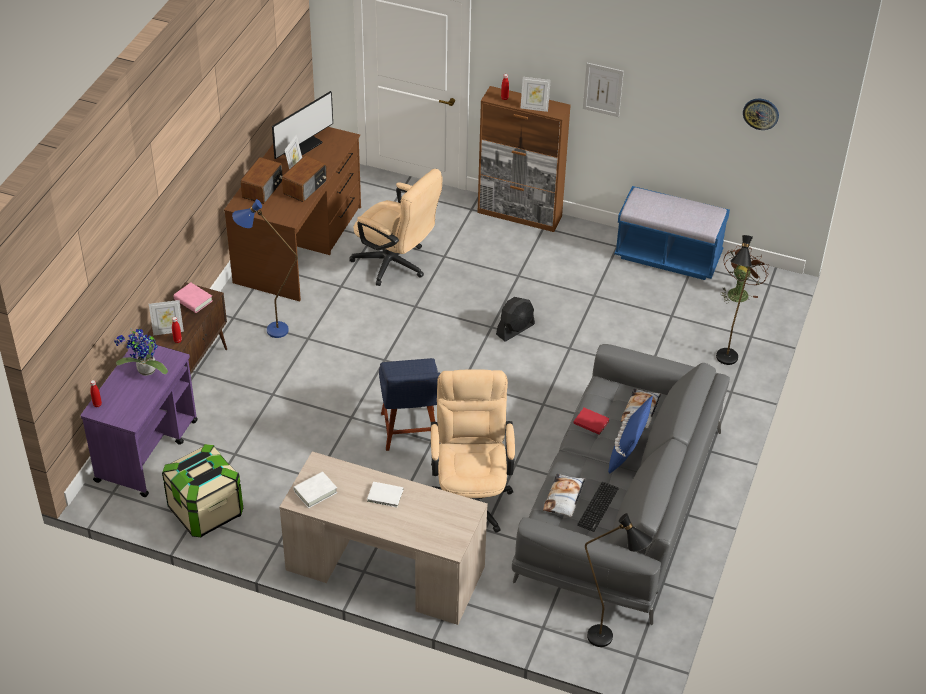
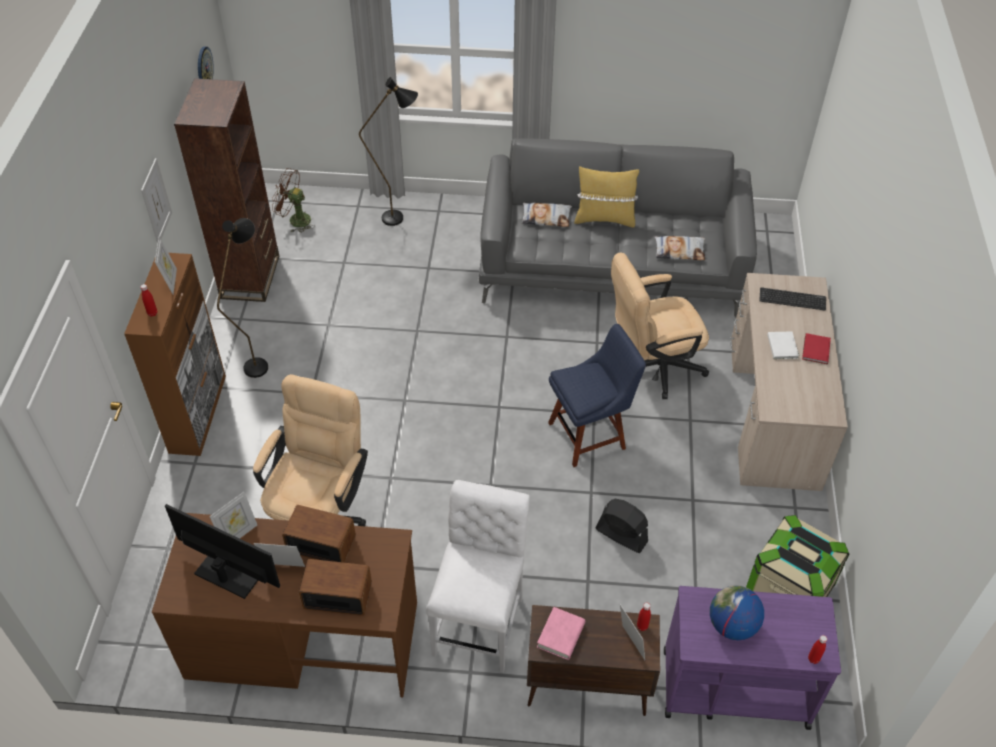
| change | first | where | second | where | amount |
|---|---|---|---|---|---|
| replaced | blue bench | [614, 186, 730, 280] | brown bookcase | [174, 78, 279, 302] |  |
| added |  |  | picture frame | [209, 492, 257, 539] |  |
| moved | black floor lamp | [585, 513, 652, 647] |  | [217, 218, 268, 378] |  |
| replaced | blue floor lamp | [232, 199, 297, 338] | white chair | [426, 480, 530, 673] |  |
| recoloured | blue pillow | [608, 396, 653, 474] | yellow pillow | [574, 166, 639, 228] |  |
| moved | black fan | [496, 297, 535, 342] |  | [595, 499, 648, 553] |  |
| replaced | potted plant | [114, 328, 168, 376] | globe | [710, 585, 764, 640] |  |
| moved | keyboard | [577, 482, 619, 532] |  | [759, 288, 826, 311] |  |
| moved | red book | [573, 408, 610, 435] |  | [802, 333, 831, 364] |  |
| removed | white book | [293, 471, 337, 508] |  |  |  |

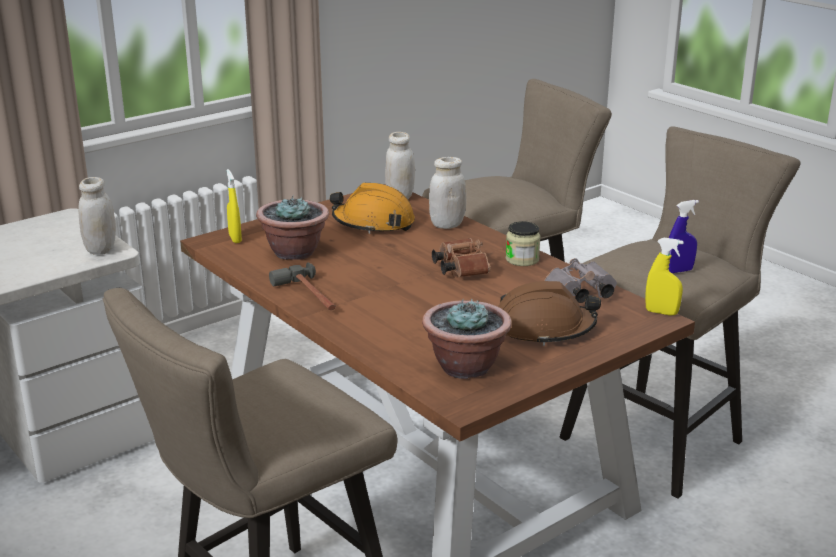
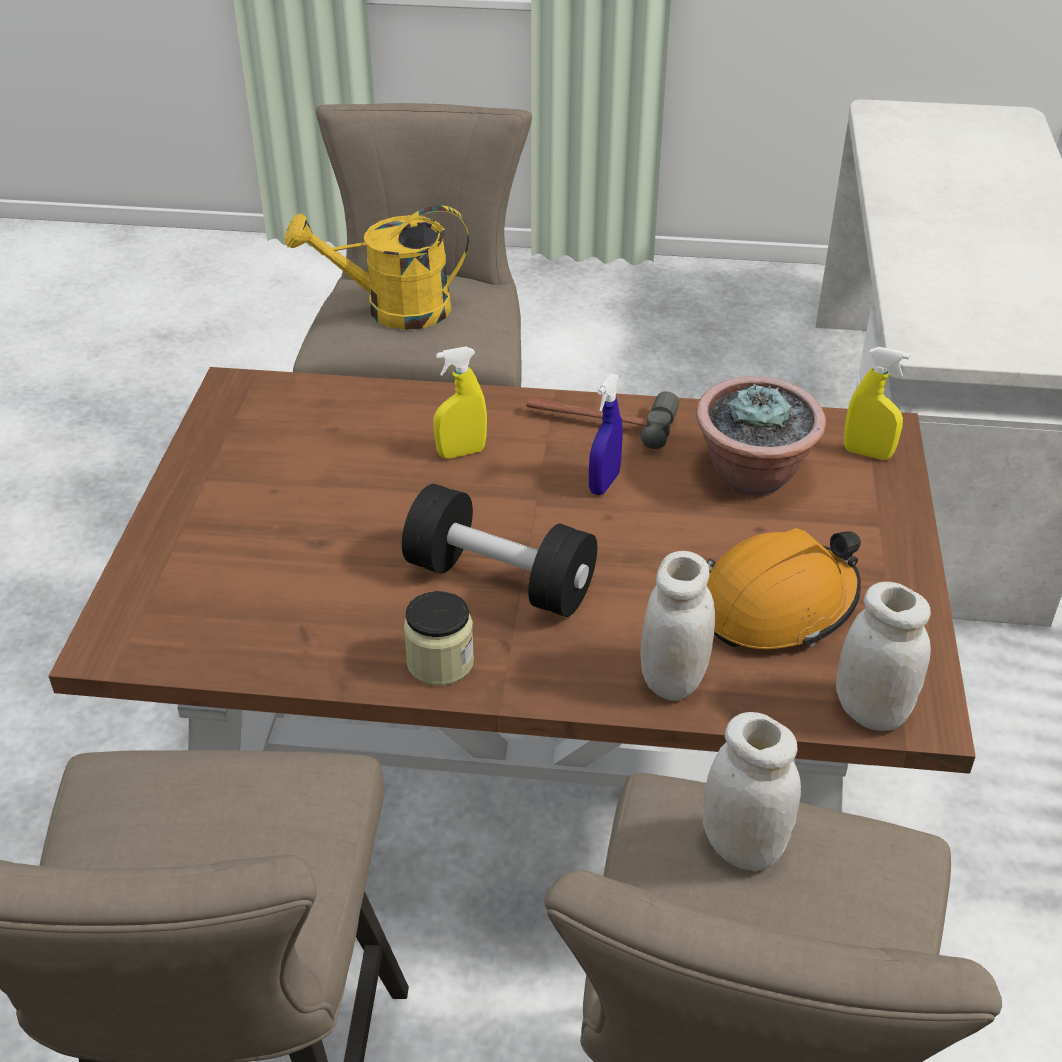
| change | first | where | second | where | amount |
|---|---|---|---|---|---|
| added |  |  | yellow watering can | [285, 205, 469, 330] |  |
| replaced | brown binoculars | [432, 238, 491, 278] | black dumbbell | [402, 484, 597, 617] |  |
| moved | yellow spray bottle | [645, 238, 684, 315] |  | [433, 346, 487, 459] |  |
| moved | blue spray bottle | [669, 200, 699, 273] |  | [589, 373, 623, 495] |  |
| moved | white jar | [78, 177, 116, 255] |  | [703, 712, 801, 871] |  |
| removed | potted plant | [422, 299, 512, 379] |  |  |  |
| removed | brown hard hat | [498, 281, 601, 346] |  |  |  |
| removed | grey binoculars | [544, 258, 617, 303] |  |  |  |

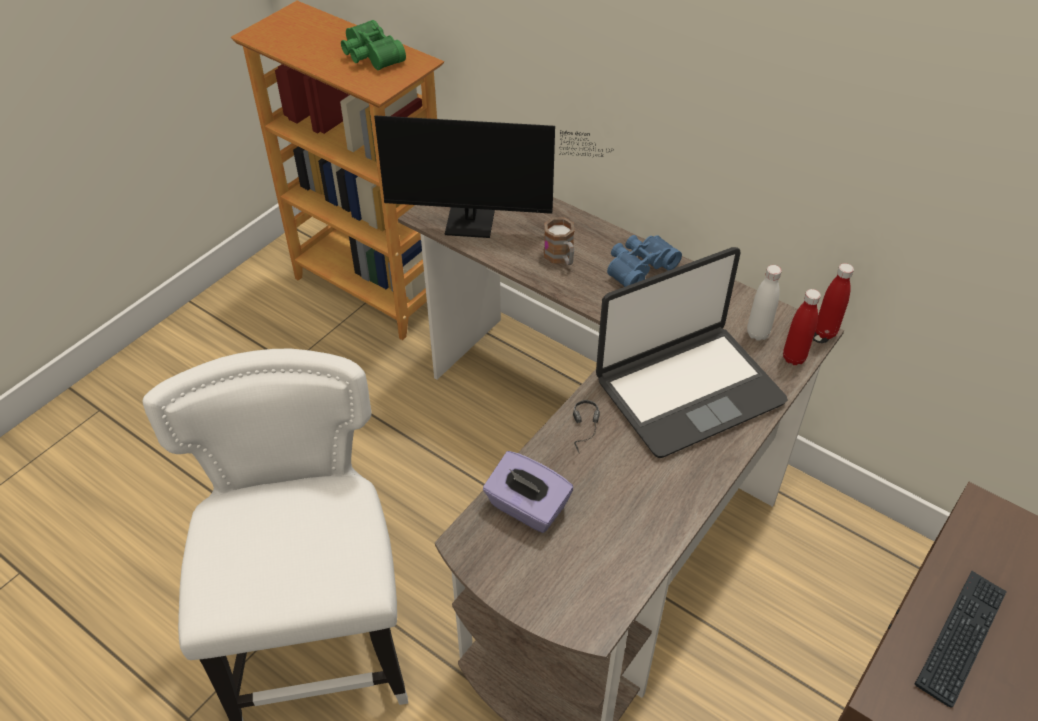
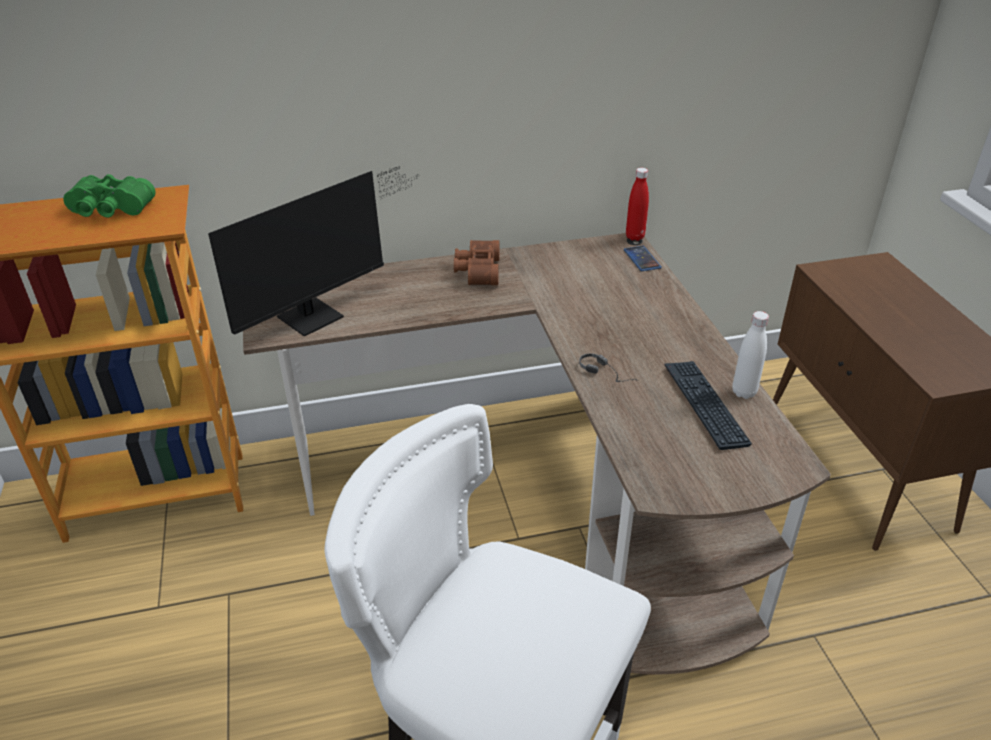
| change | first | where | second | where | amount |
|---|---|---|---|---|---|
| recoloured | blue binoculars | [607, 235, 682, 287] | brown binoculars | [454, 240, 500, 285] |  |
| replaced | red bottle | [783, 289, 821, 365] | phone | [624, 246, 662, 271] |  |
| moved | keyboard | [915, 570, 1007, 707] |  | [665, 361, 752, 450] |  |
| moved | white bottle | [747, 265, 782, 341] |  | [732, 311, 769, 399] |  |
| removed | purple tissue box | [483, 451, 573, 533] |  |  |  |
| removed | mug | [544, 217, 575, 265] |  |  |  |
| removed | laptop | [596, 247, 788, 458] |  |  |  |

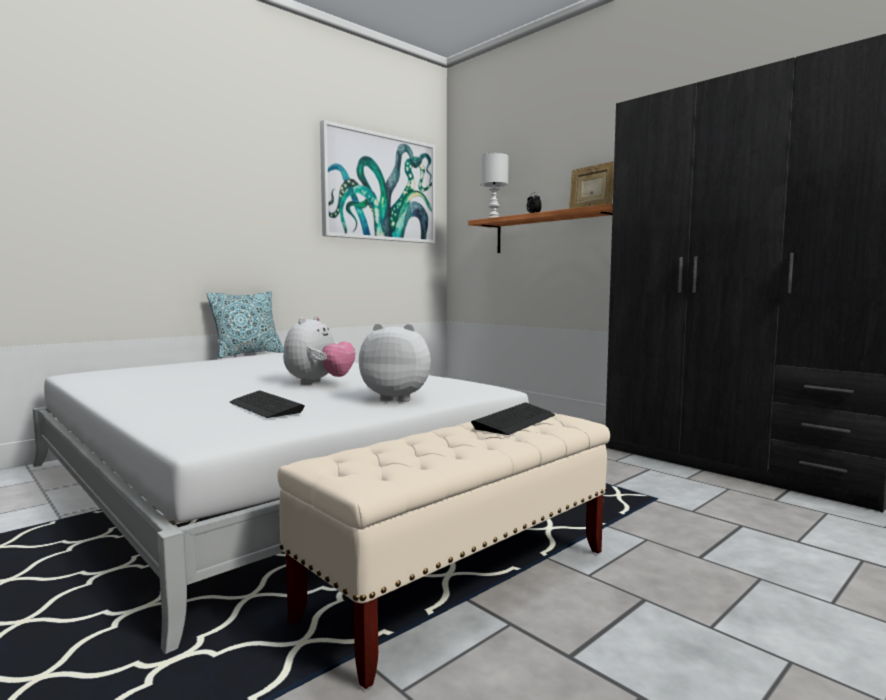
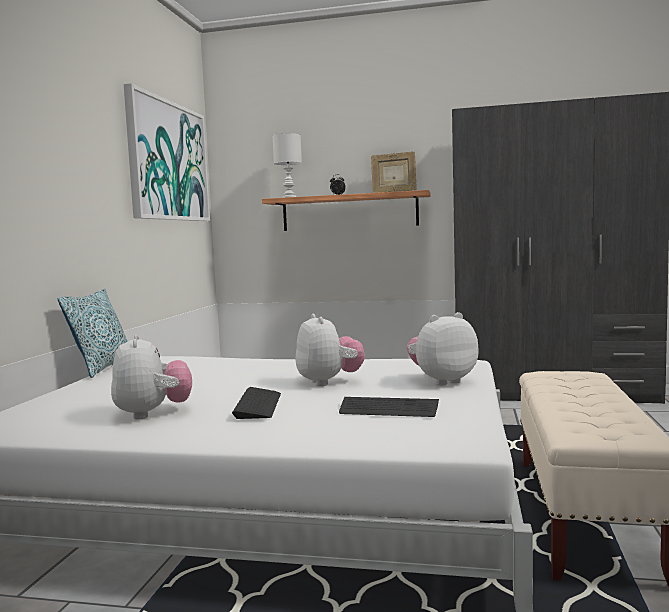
| change | first | where | second | where | amount |
|---|---|---|---|---|---|
| added |  |  | plush toy | [111, 334, 192, 420] |  |
| moved | keyboard | [471, 402, 555, 435] |  | [232, 387, 281, 419] |  |

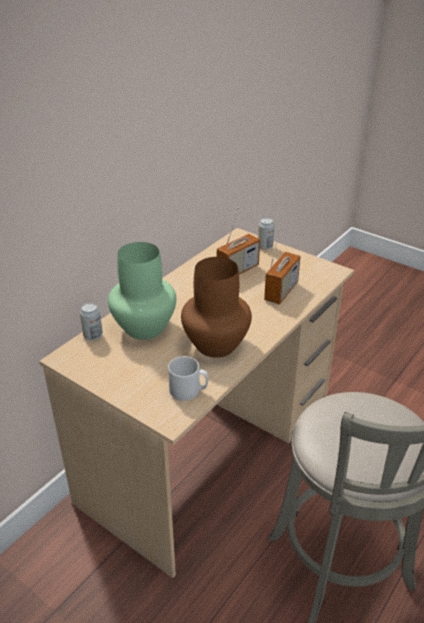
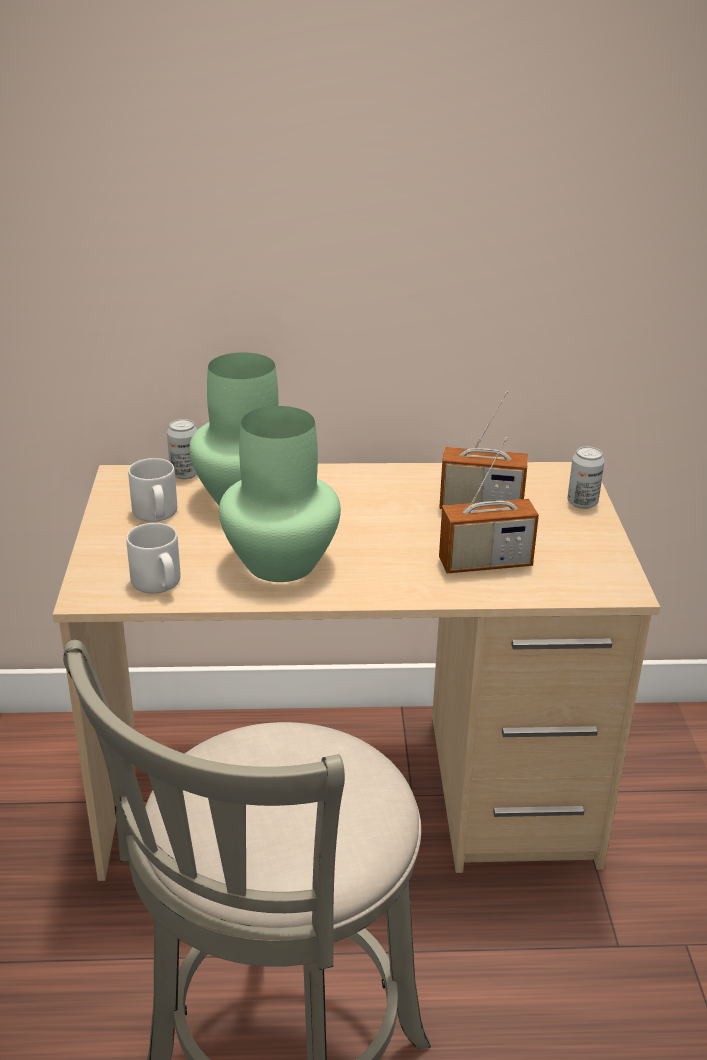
| change | first | where | second | where | amount |
|---|---|---|---|---|---|
| added |  |  | grey mug | [128, 458, 177, 522] |  |
| recoloured | brown vase | [181, 257, 252, 358] | green vase | [219, 406, 341, 582] |  |

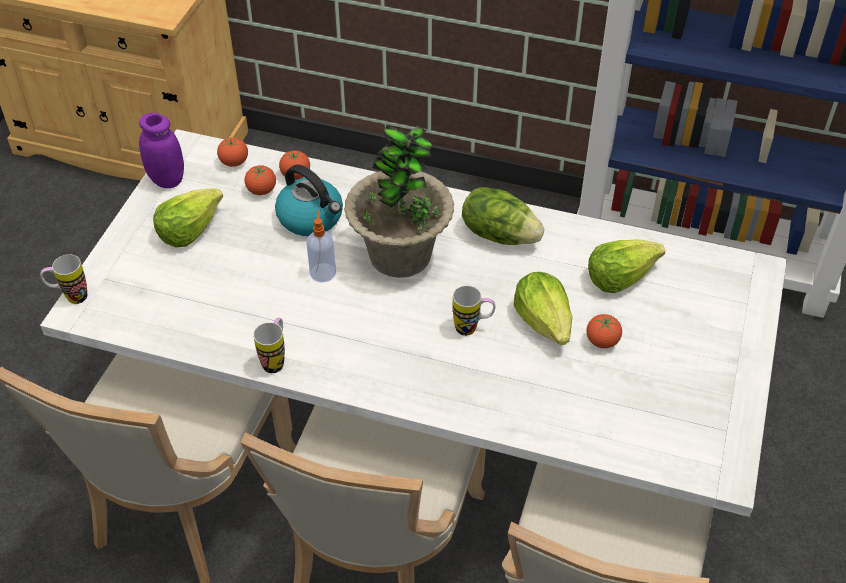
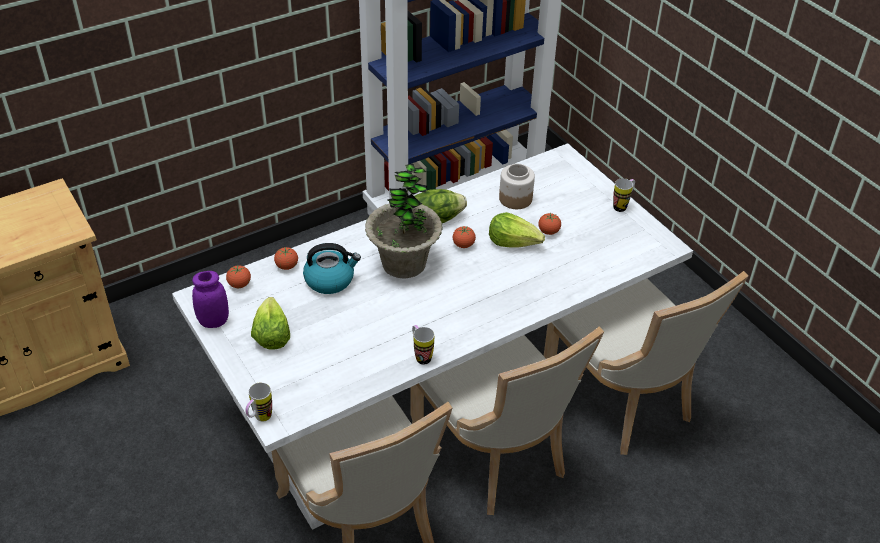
| change | first | where | second | where | amount |
|---|---|---|---|---|---|
| moved | tomato | [244, 165, 276, 195] |  | [453, 226, 476, 248] |  |
| replaced | lettuce | [588, 239, 665, 293] | jar | [499, 164, 535, 209] |  |
| moved | mug | [453, 286, 495, 336] |  | [613, 178, 635, 212] |  |
| removed | soap dispenser | [306, 210, 336, 282] |  |  |  |

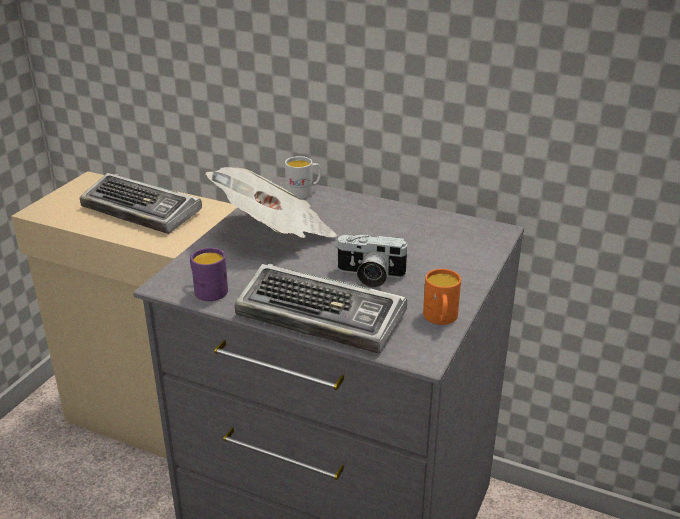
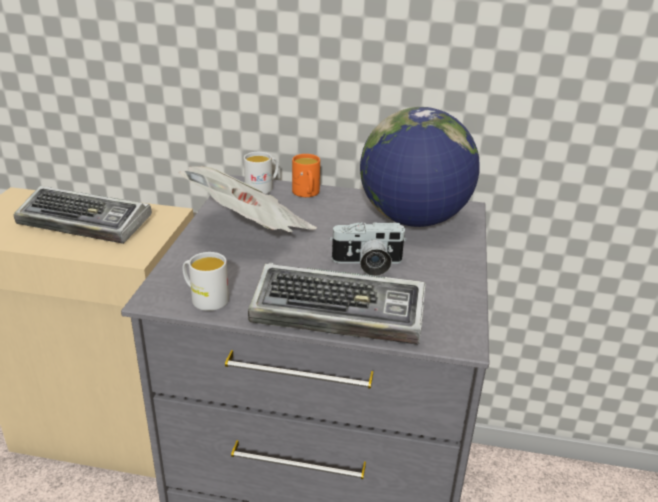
| change | first | where | second | where | amount |
|---|---|---|---|---|---|
| recoloured | purple mug | [190, 248, 228, 301] | white mug | [182, 252, 229, 311] |  |
| moved | orange mug | [423, 269, 461, 325] |  | [292, 154, 320, 197] |  |
| added |  |  | globe | [360, 107, 480, 227] |  |

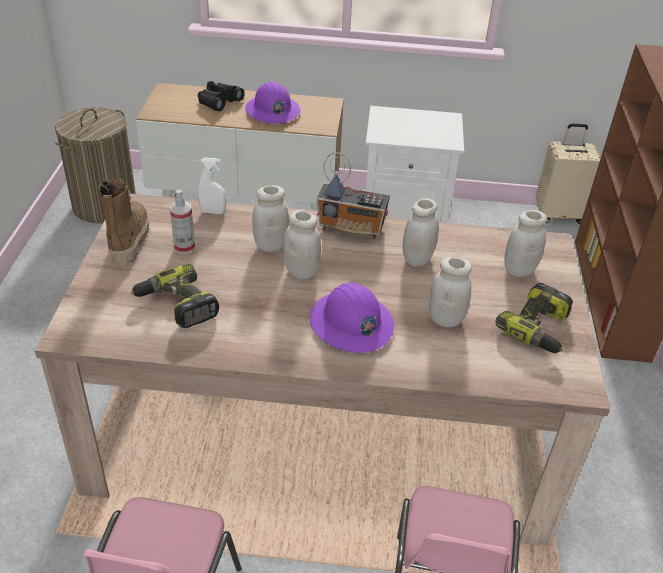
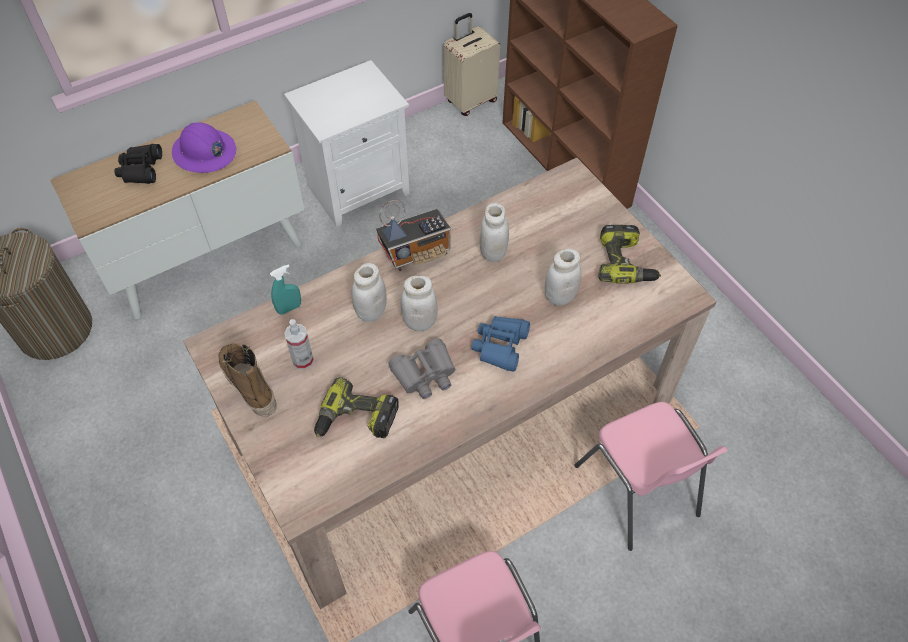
| change | first | where | second | where | amount |
|---|---|---|---|---|---|
| recoloured | white spray bottle | [198, 157, 226, 214] | turquoise spray bottle | [270, 264, 301, 315] |  |
| added |  |  | grey binoculars | [388, 338, 456, 399] |  |
| replaced | purple hard hat | [310, 283, 394, 353] | blue binoculars | [471, 316, 530, 372] |  |
| removed | white jar | [504, 210, 547, 277] |  |  |  |

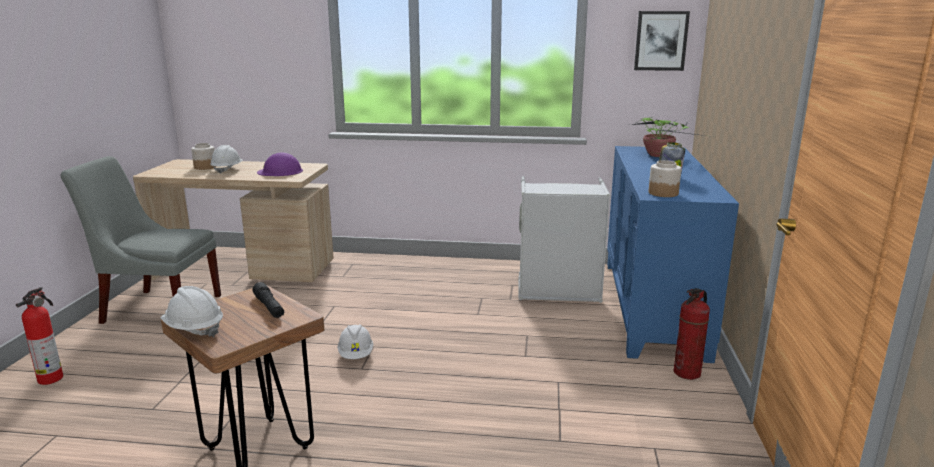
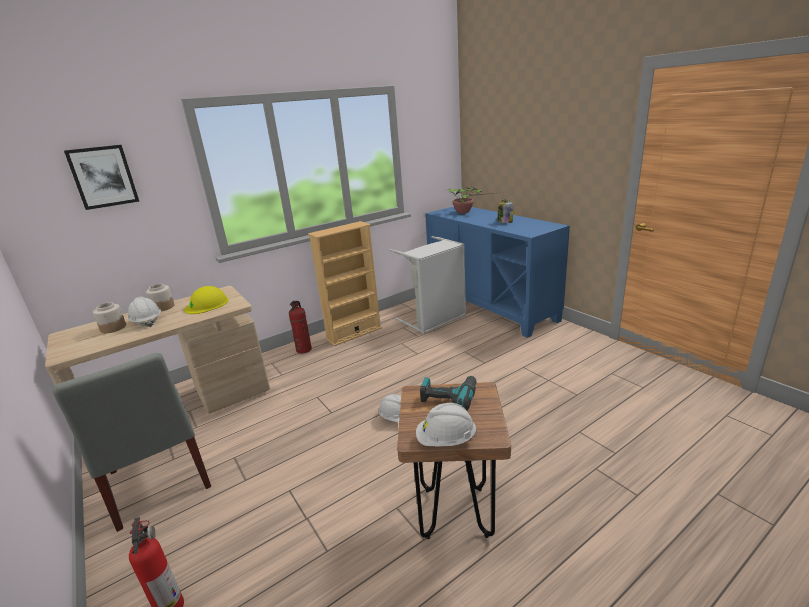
| change | first | where | second | where | amount |
|---|---|---|---|---|---|
| turned | grey chair | [61, 156, 221, 324] |  | [52, 353, 211, 532] | 90 degrees counterclockwise |
| moved | picture | [634, 11, 690, 71] |  | [64, 145, 139, 210] |  |
| moved | jar | [648, 160, 681, 197] |  | [146, 284, 175, 311] |  |
| recoloured | purple hard hat | [257, 153, 303, 176] | yellow hard hat | [184, 286, 229, 314] |  |
| moved | fire extinguisher | [674, 288, 710, 380] |  | [289, 301, 312, 354] |  |
| added |  |  | beige bookcase | [308, 221, 382, 346] |  |
| replaced | black flashlight | [252, 282, 284, 318] | power drill | [420, 376, 477, 410] |  |

